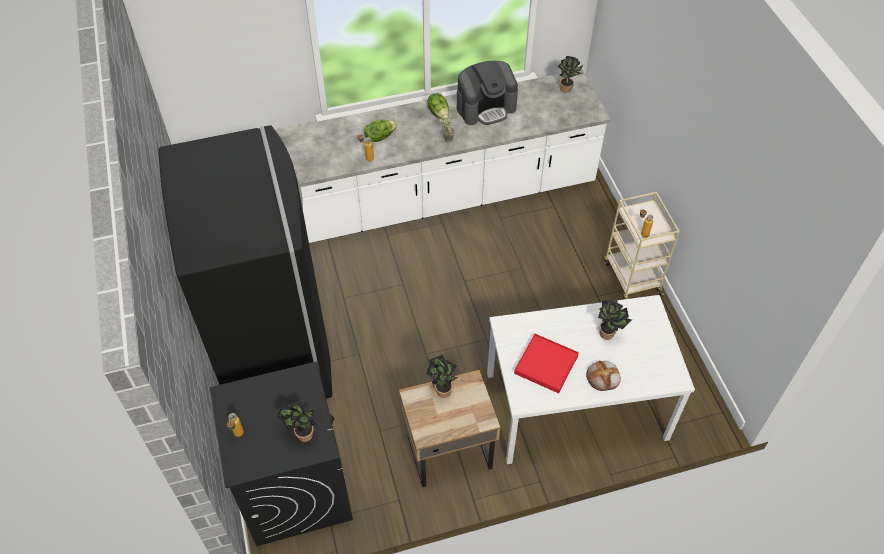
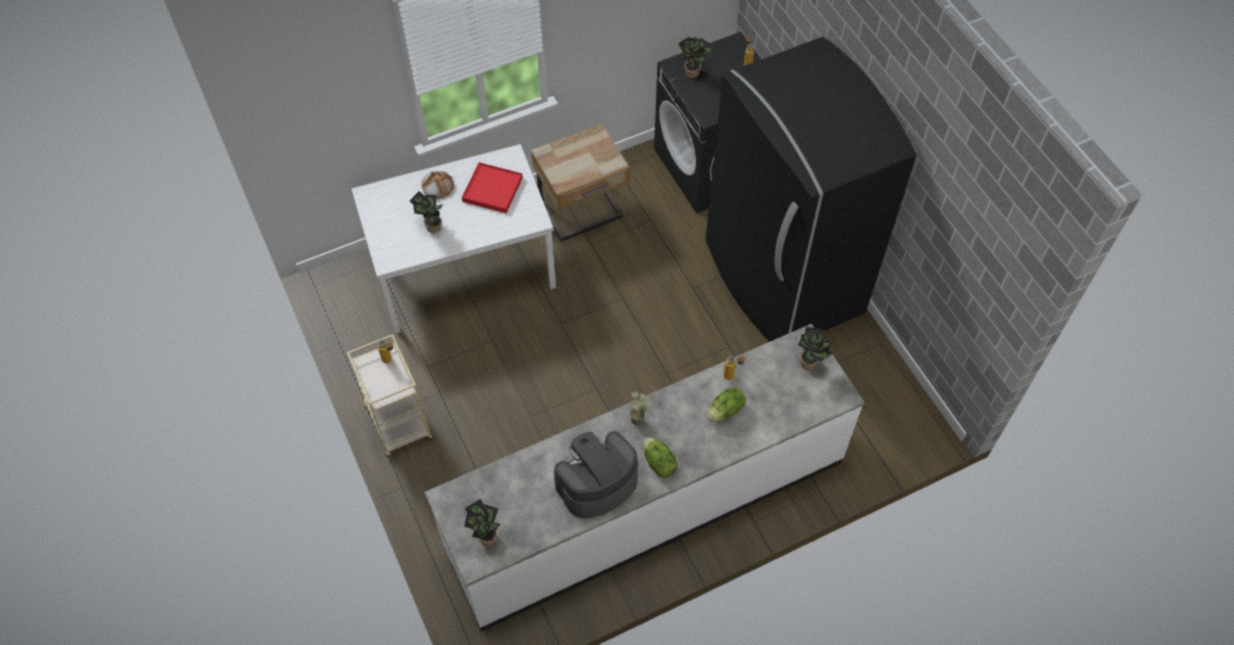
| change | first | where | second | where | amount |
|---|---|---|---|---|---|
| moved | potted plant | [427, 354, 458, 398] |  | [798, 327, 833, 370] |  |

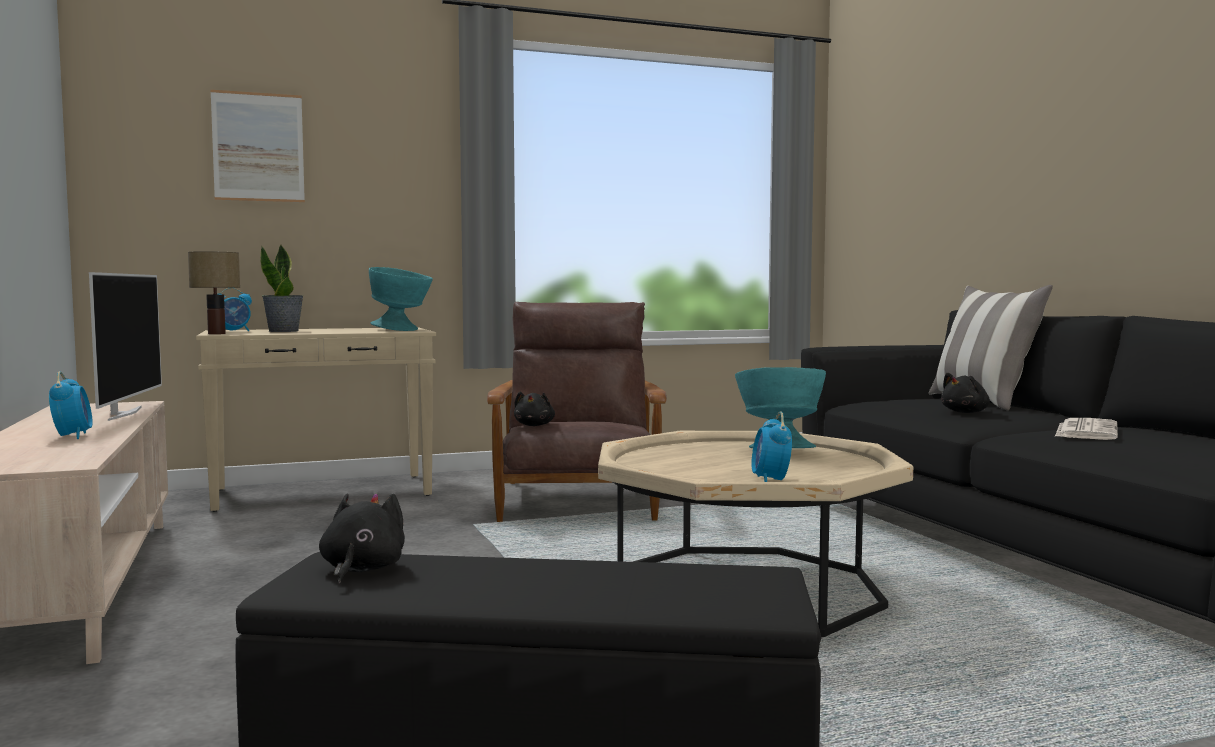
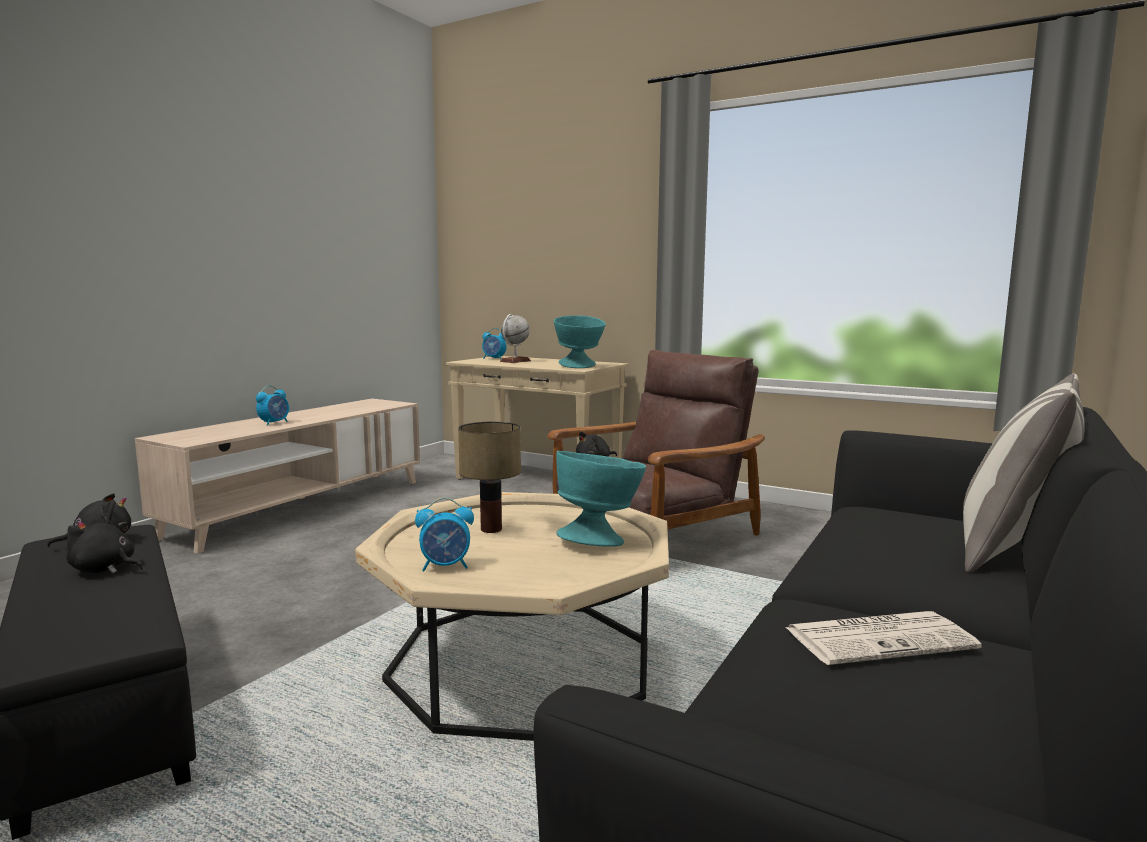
| change | first | where | second | where | amount |
|---|---|---|---|---|---|
| moved | black plush toy | [941, 373, 990, 413] |  | [66, 514, 144, 573] |  |
| turned | alarm clock | [751, 412, 792, 482] |  | [415, 497, 474, 571] | 150 degrees counterclockwise |
| moved | table lamp | [188, 251, 240, 334] |  | [458, 422, 521, 533] |  |
| replaced | potted plant | [260, 245, 303, 332] | globe | [500, 314, 531, 363] |  |
| removed | television | [89, 272, 162, 421] |  |  |  |
| removed | picture | [210, 90, 305, 202] |  |  |  |

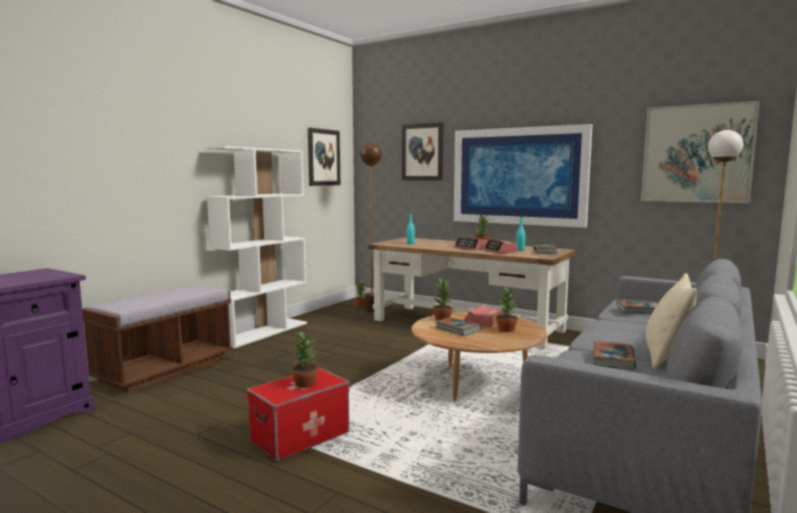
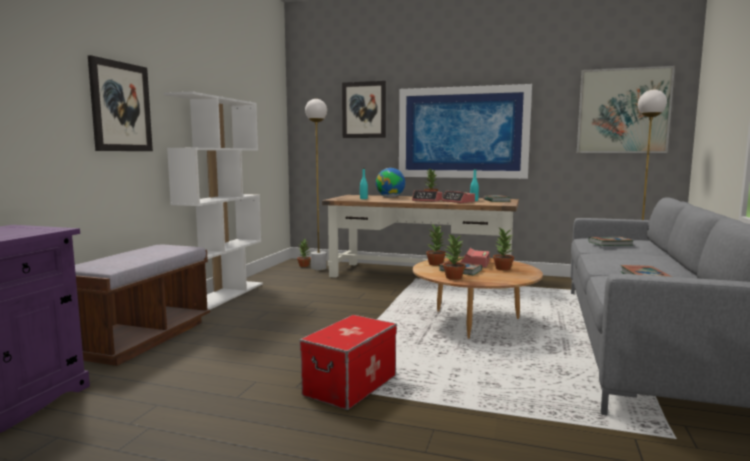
| change | first | where | second | where | amount |
|---|---|---|---|---|---|
| moved | picture | [308, 128, 340, 186] |  | [88, 55, 153, 151] |  |
| recoloured | brown floor lamp | [360, 143, 382, 312] | white floor lamp | [305, 99, 327, 270] |  |
| added |  |  | globe | [376, 168, 405, 198] |  |
| moved | potted plant | [291, 331, 318, 388] |  | [443, 234, 465, 280] |  |
| removed | beige pillow | [646, 273, 697, 369] |  |  |  |

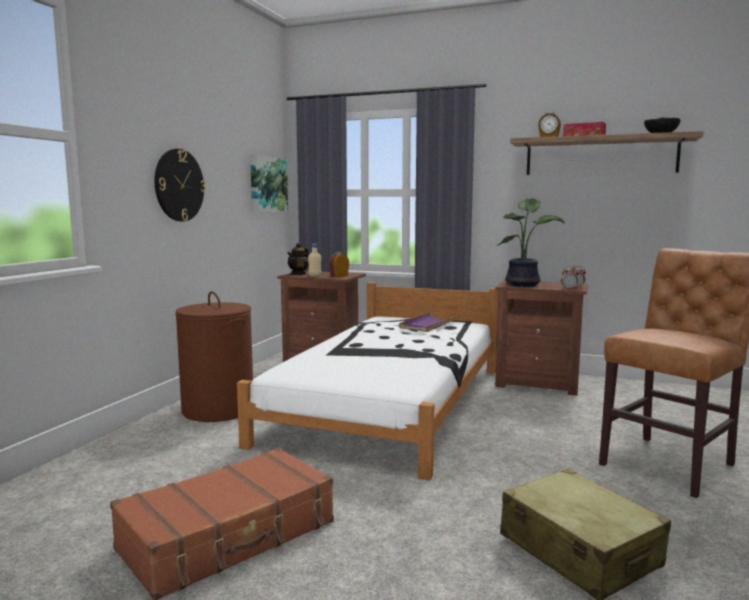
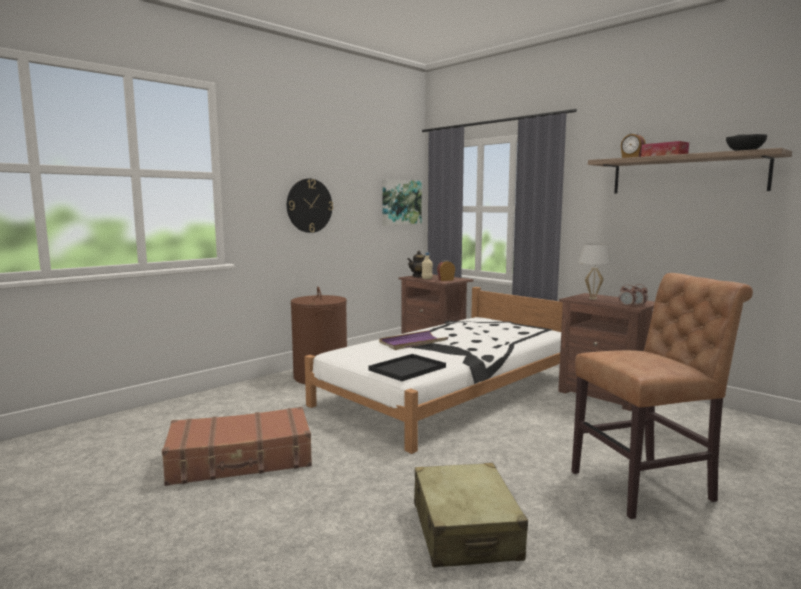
| change | first | where | second | where | amount |
|---|---|---|---|---|---|
| added |  |  | black tray | [369, 354, 446, 381] |  |
| moved | purple tray | [399, 312, 459, 332] |  | [379, 330, 448, 350] |  |
| replaced | potted plant | [497, 198, 564, 287] | white table lamp | [578, 244, 613, 300] |  |

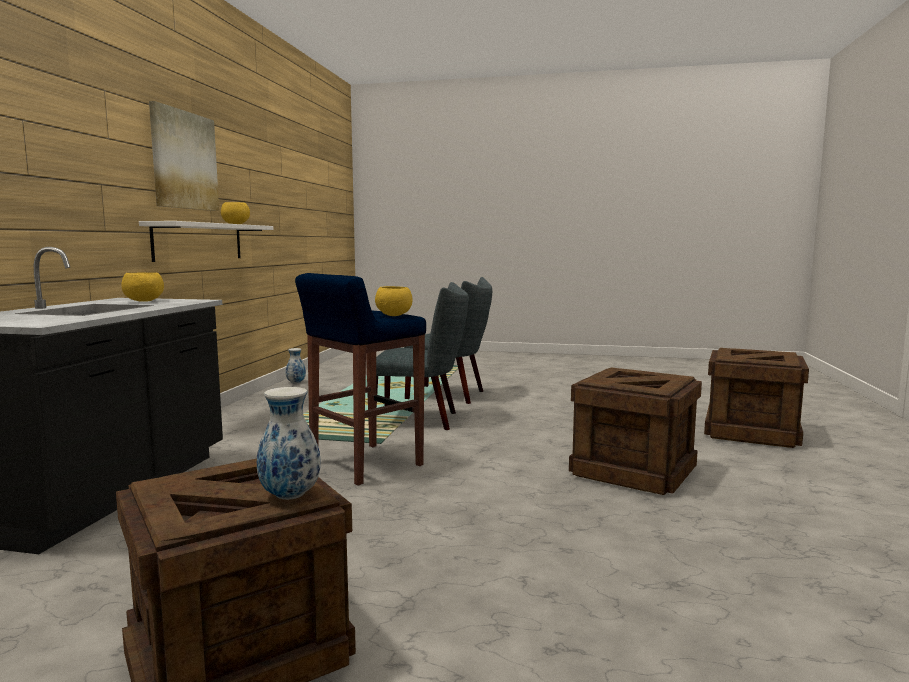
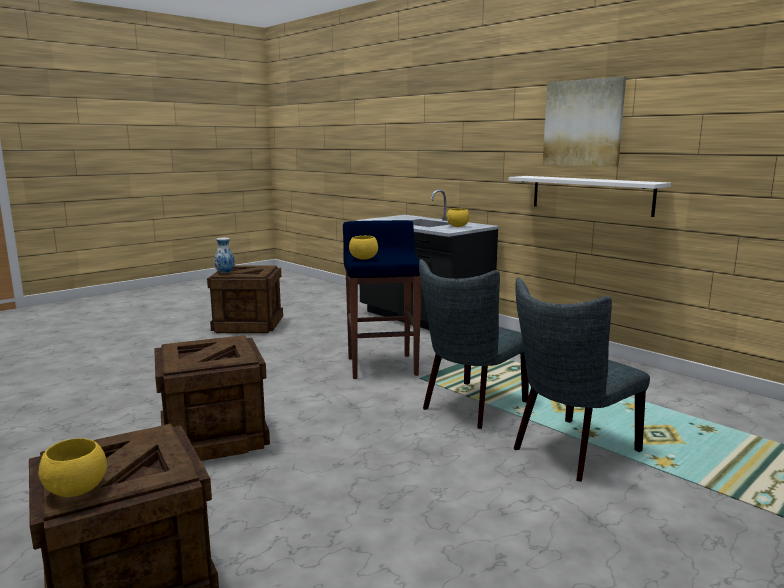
| change | first | where | second | where | amount |
|---|---|---|---|---|---|
| moved | yellow bowl | [221, 202, 250, 224] |  | [38, 438, 107, 497] |  |
| removed | vase | [286, 348, 306, 384] |  |  |  |

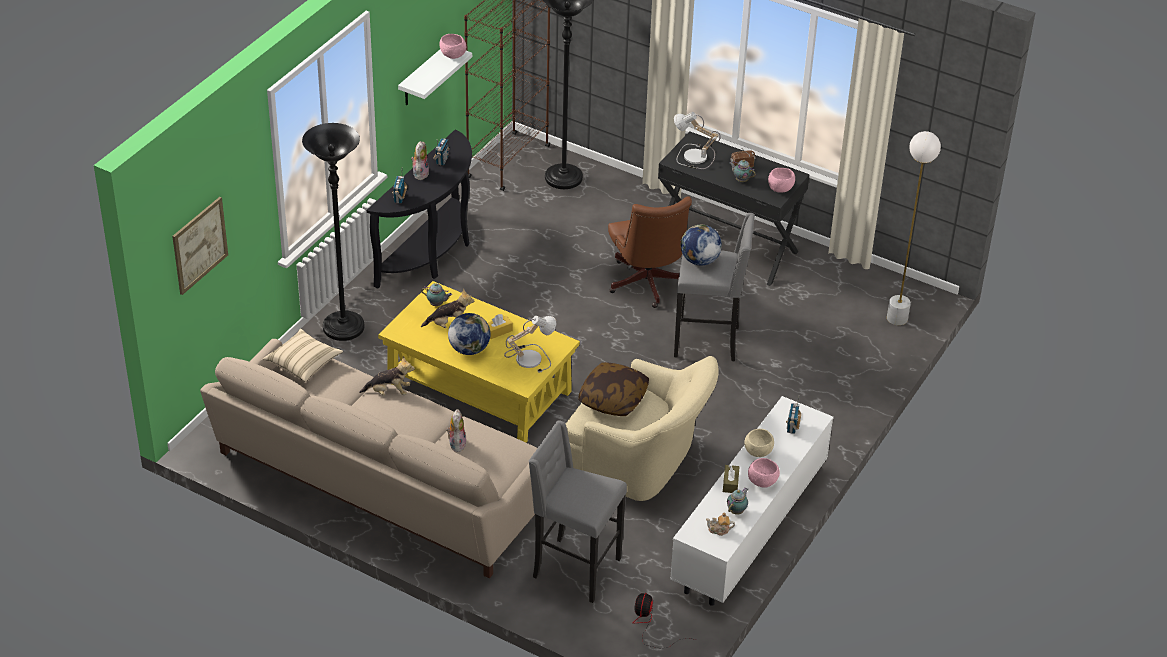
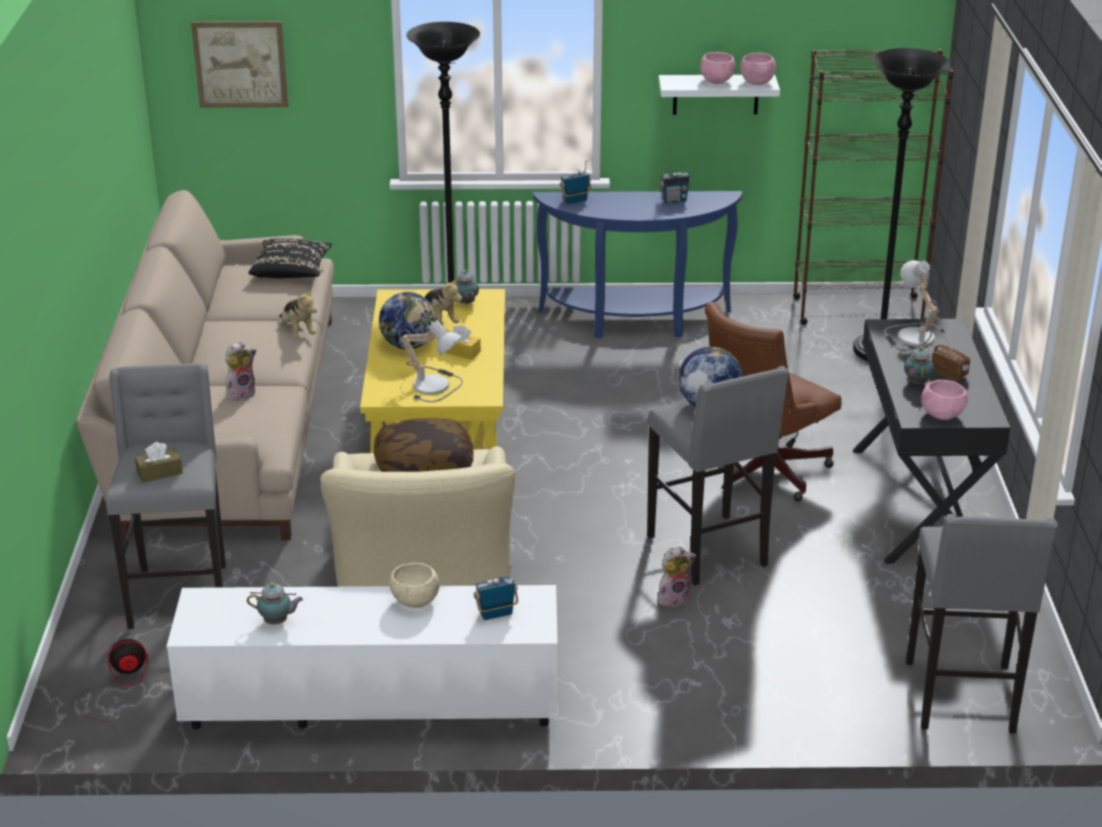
| change | first | where | second | where | amount |
|---|---|---|---|---|---|
| moved | brown tissue box | [723, 465, 740, 493] |  | [135, 442, 183, 483] |  |
| recoloured | beige pillow | [263, 329, 343, 382] | black pillow | [248, 238, 332, 278] |  |
| recoloured | black console table | [367, 130, 472, 289] | blue console table | [533, 191, 742, 338] |  |
| moved | plush toy | [411, 141, 429, 180] |  | [658, 547, 696, 607] |  |
| moved | pink bowl | [748, 458, 780, 488] |  | [700, 52, 735, 84] |  |
| replaced | white floor lamp | [887, 131, 941, 325] | grey stool | [906, 514, 1058, 734] |  |
| removed | teapot | [706, 512, 735, 536] |  |  |  |

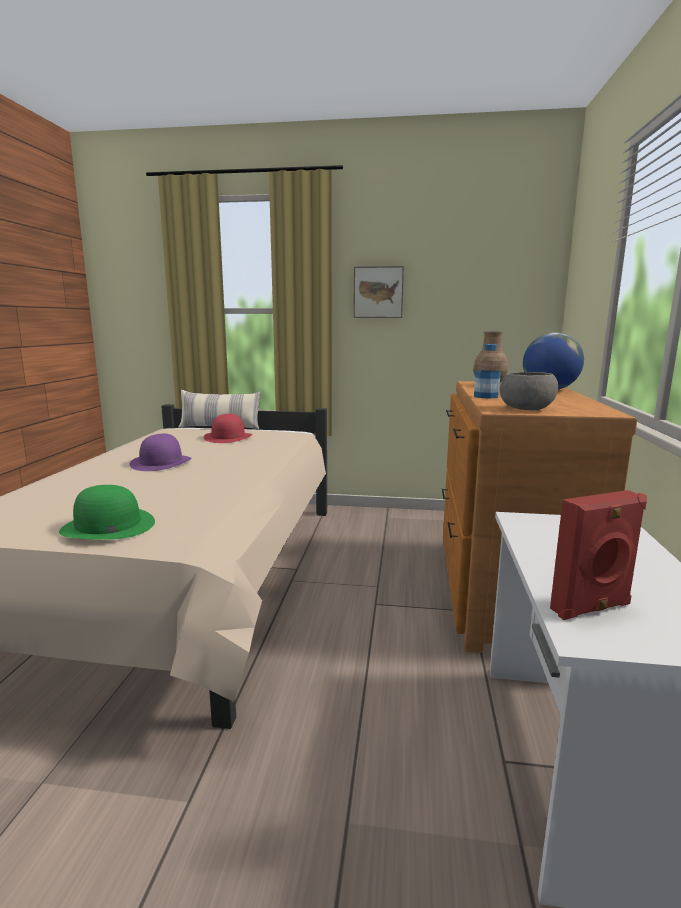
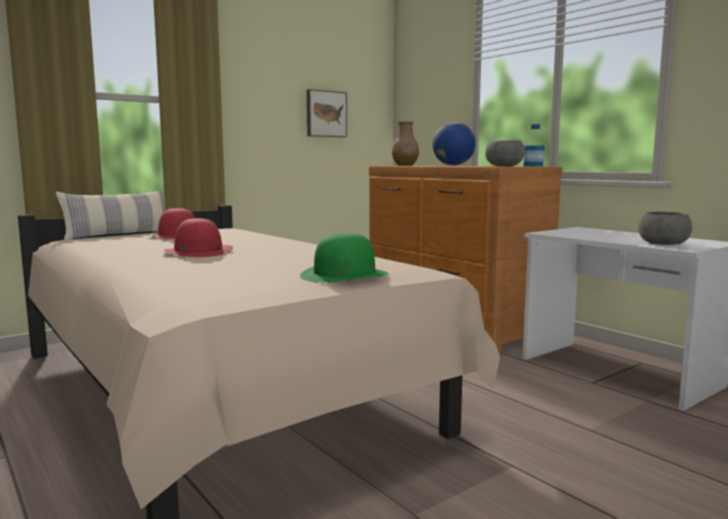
| change | first | where | second | where | amount |
|---|---|---|---|---|---|
| recoloured | purple hat | [129, 434, 192, 471] | red hat | [164, 218, 233, 257] |  |
| moved | picture | [354, 266, 404, 318] |  | [307, 89, 347, 137] |  |
| moved | bottle | [474, 344, 501, 399] |  | [524, 124, 545, 166] |  |
| replaced | red speaker | [550, 490, 647, 620] | grey bowl | [638, 211, 692, 245] |  |

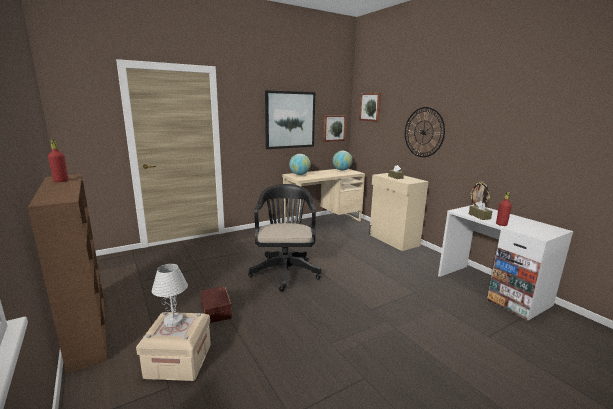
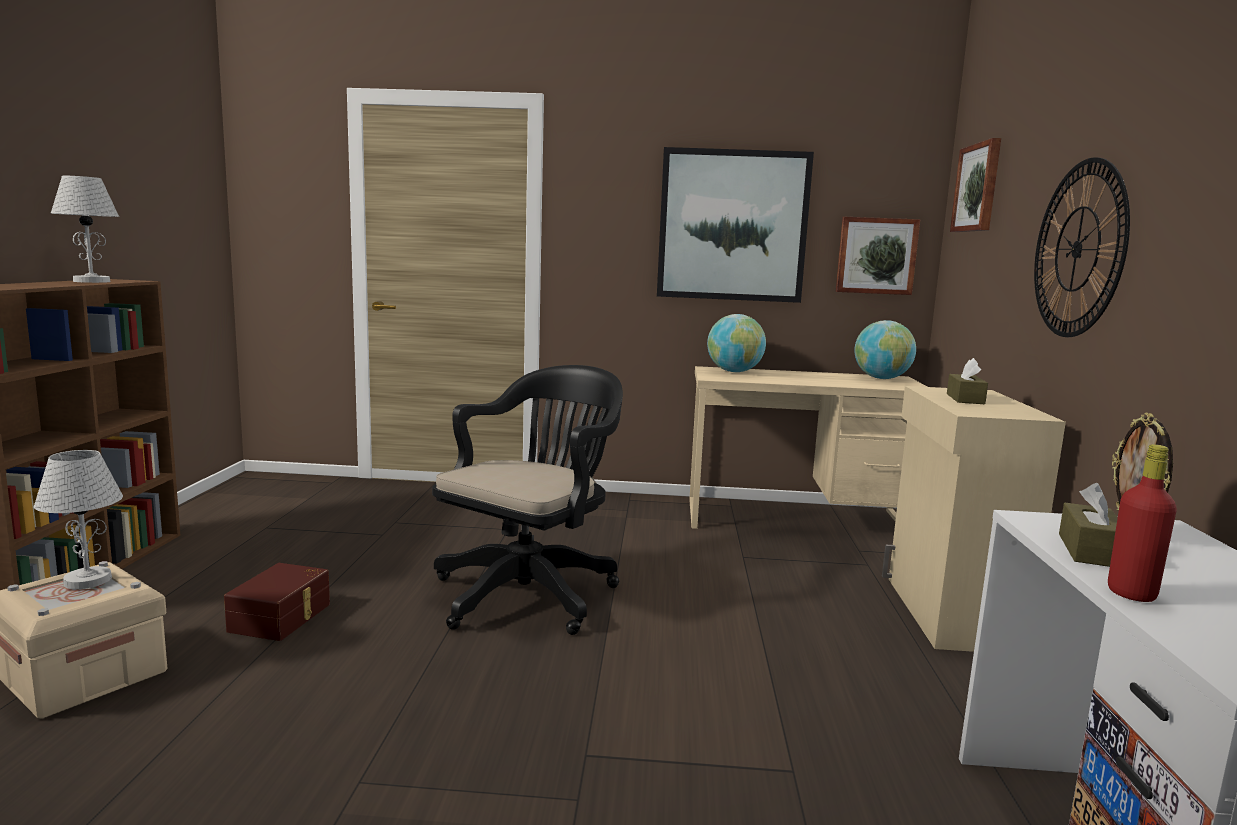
| change | first | where | second | where | amount |
|---|---|---|---|---|---|
| replaced | red bottle | [48, 140, 68, 182] | white table lamp | [51, 176, 119, 283] |  |

